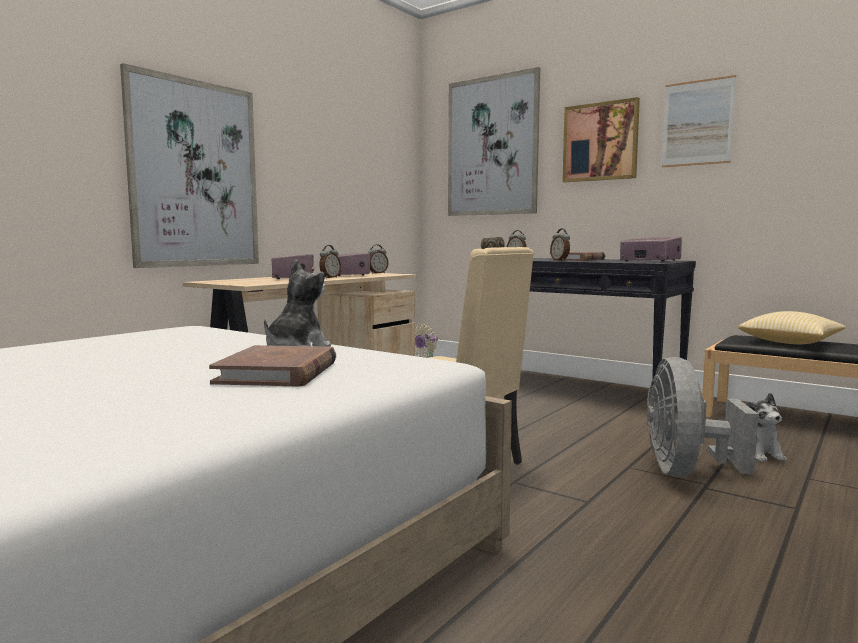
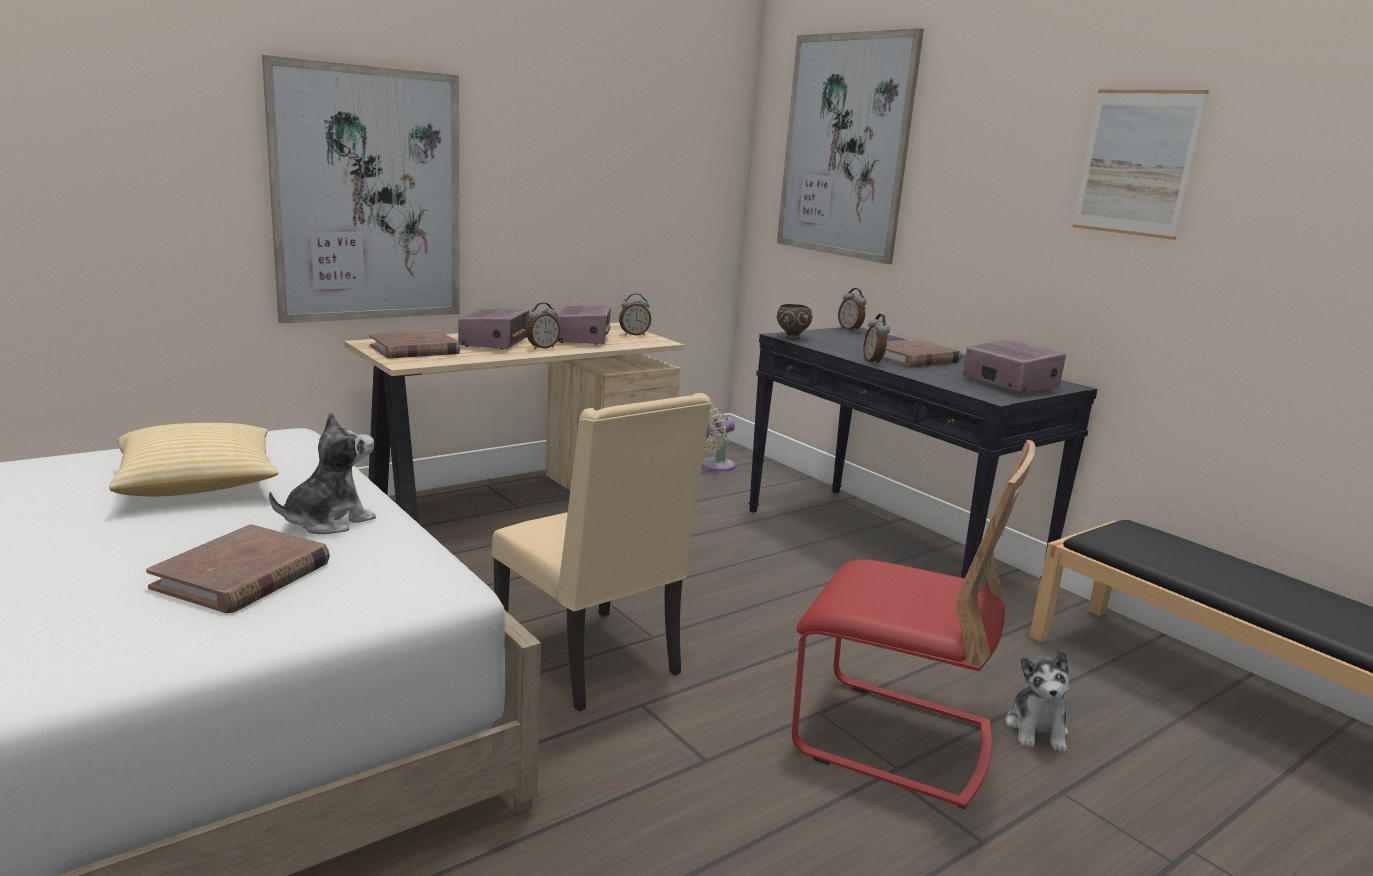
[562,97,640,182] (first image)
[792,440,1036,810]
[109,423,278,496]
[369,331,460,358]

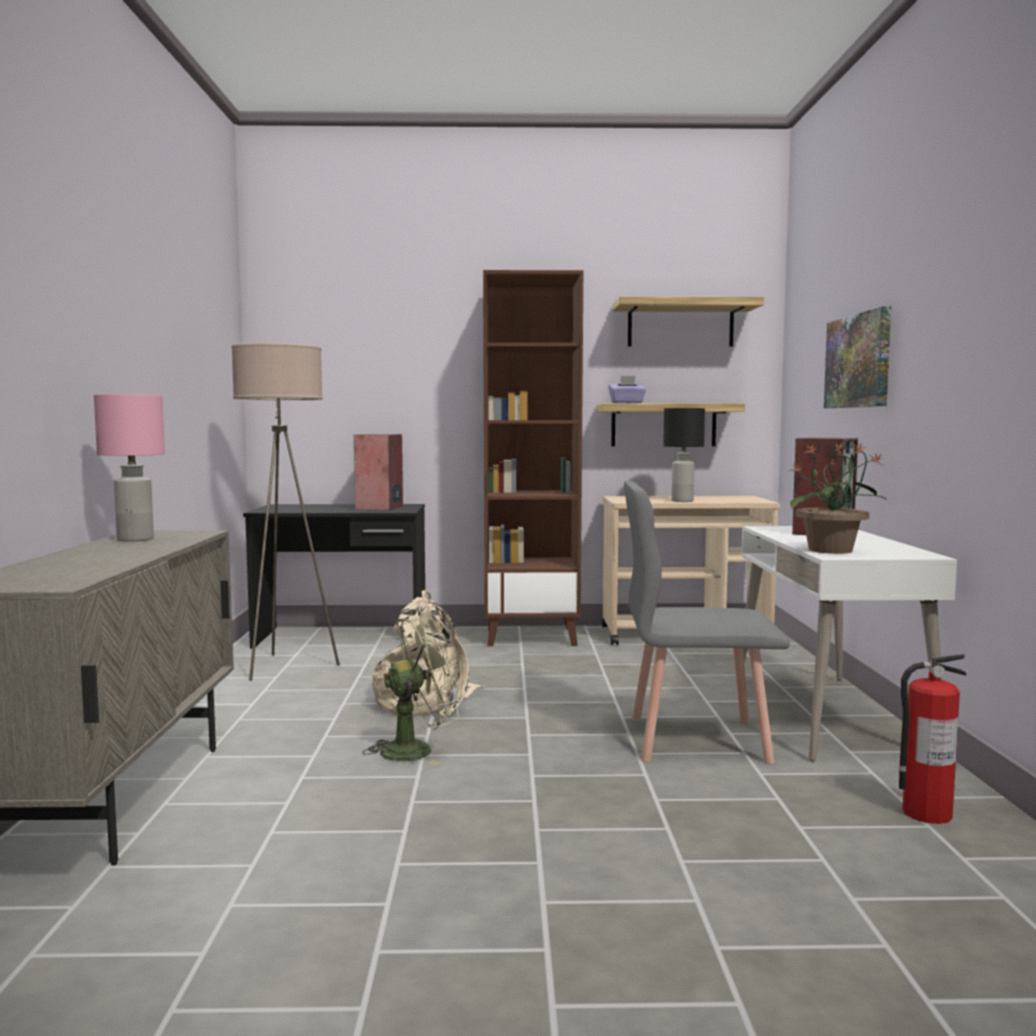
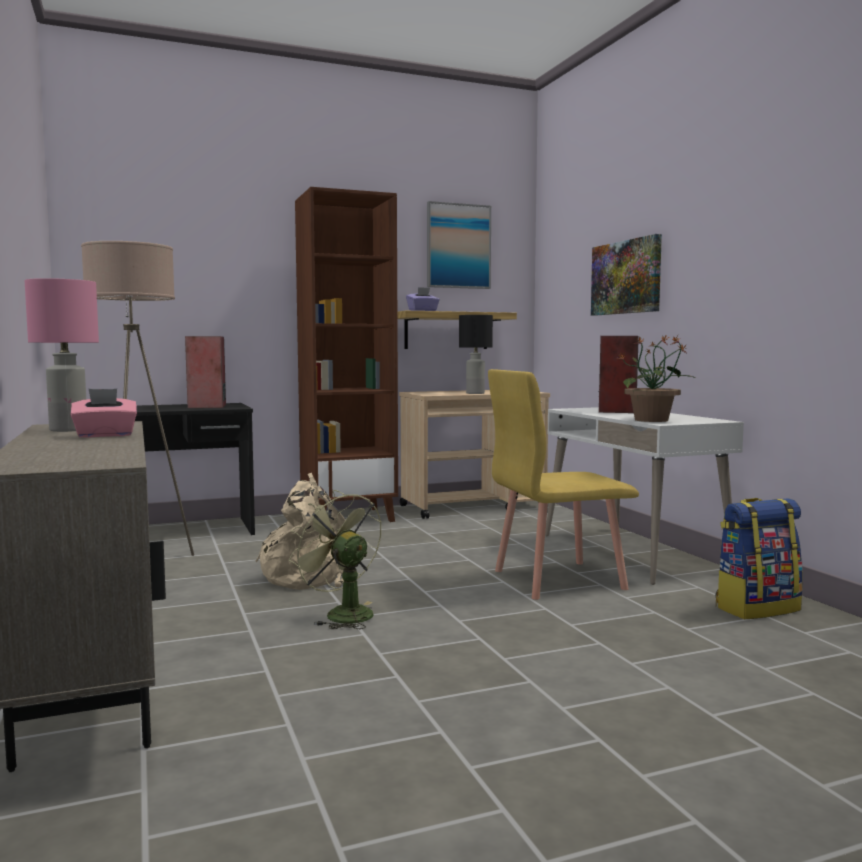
[289,490,382,629]
[427,201,491,289]
[488,369,639,600]
[715,498,803,619]
[70,389,137,438]

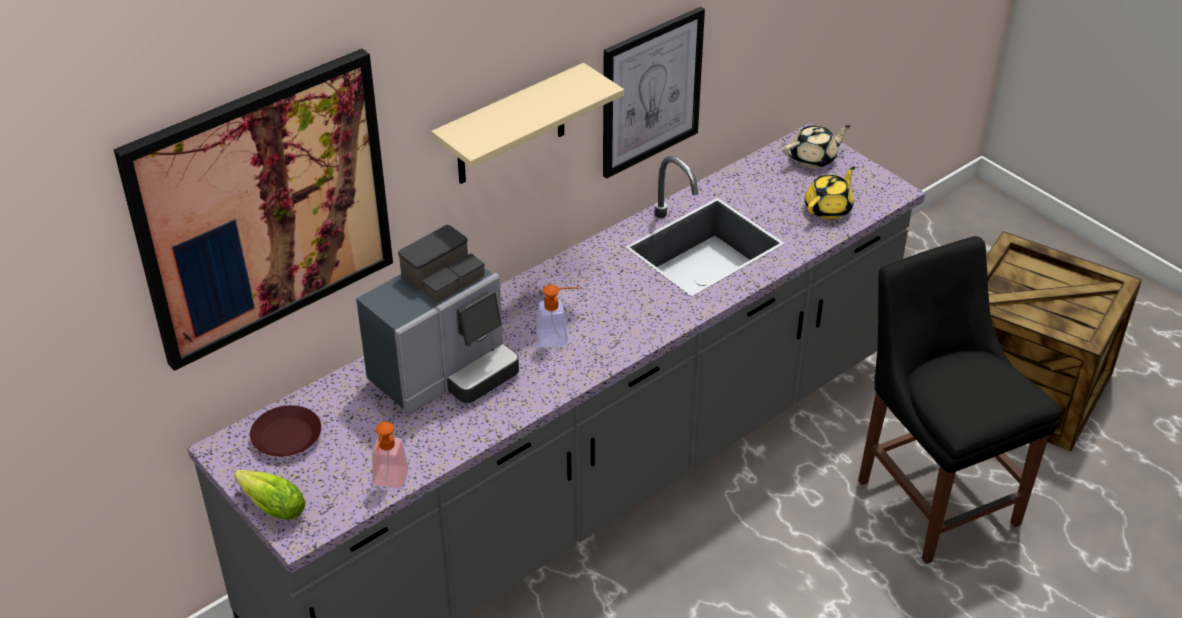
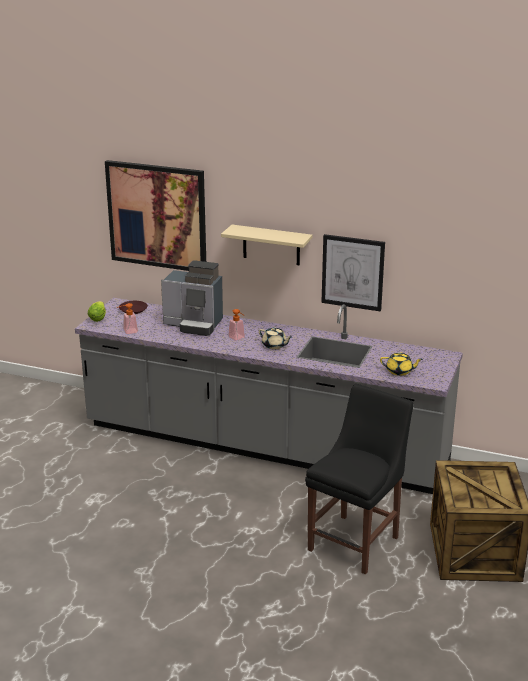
[259,327,292,349]

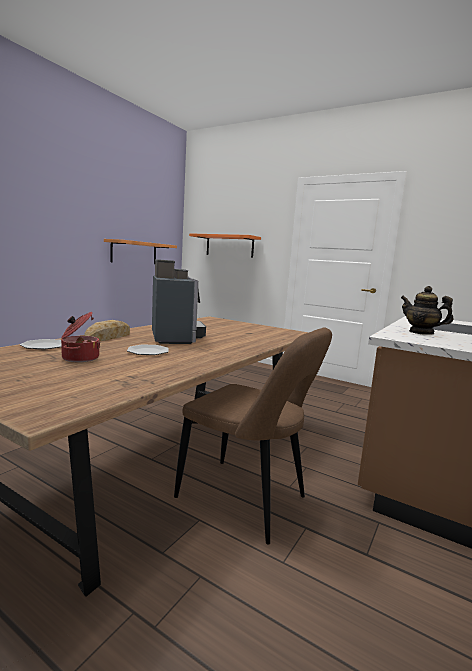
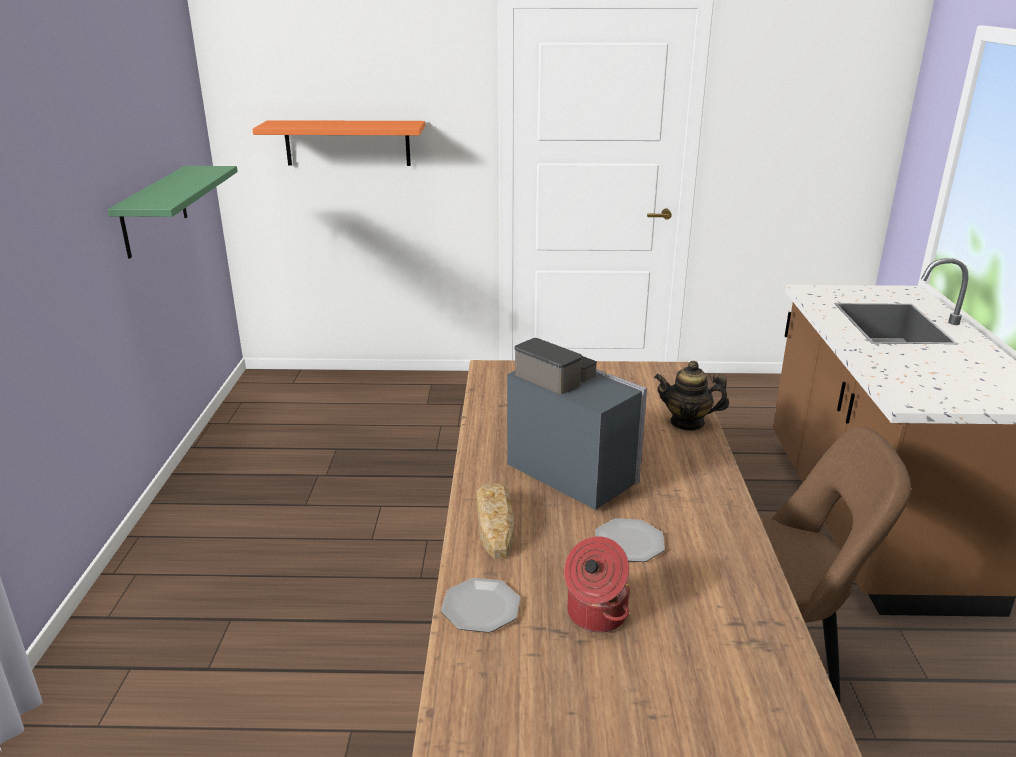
[107,166,238,258]
[654,361,729,431]

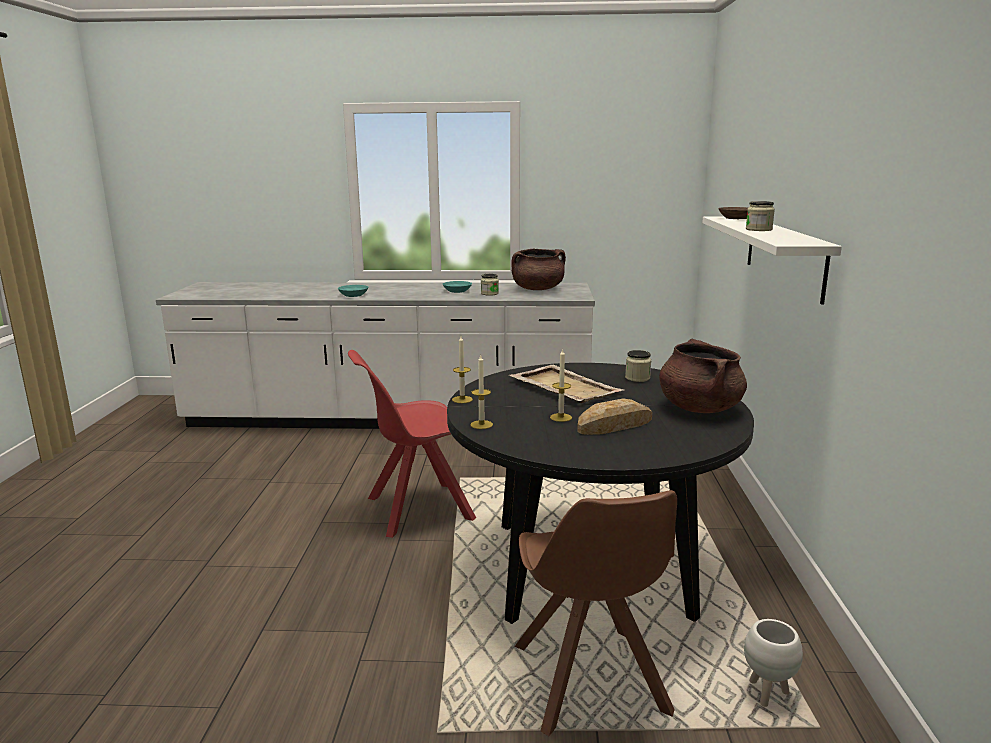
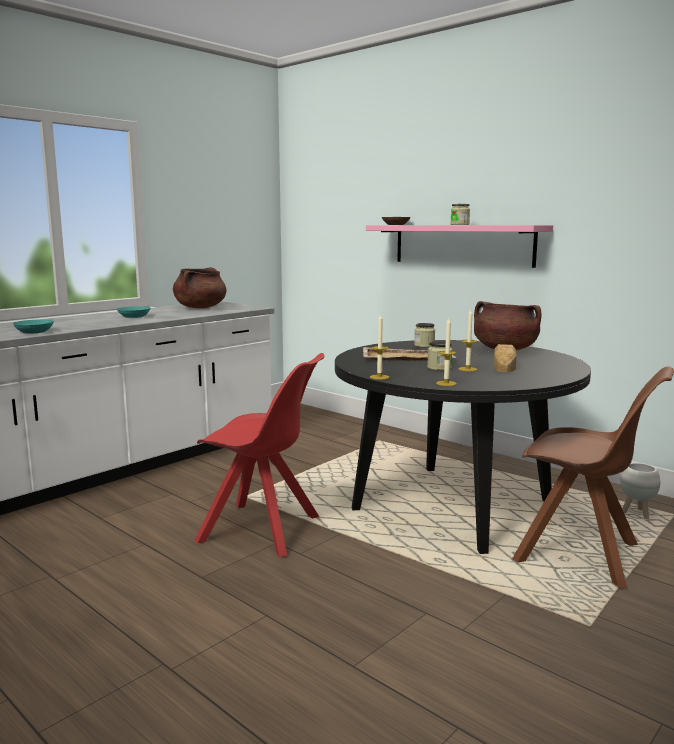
[194,353,324,557]
[427,341,452,371]
[366,225,553,268]

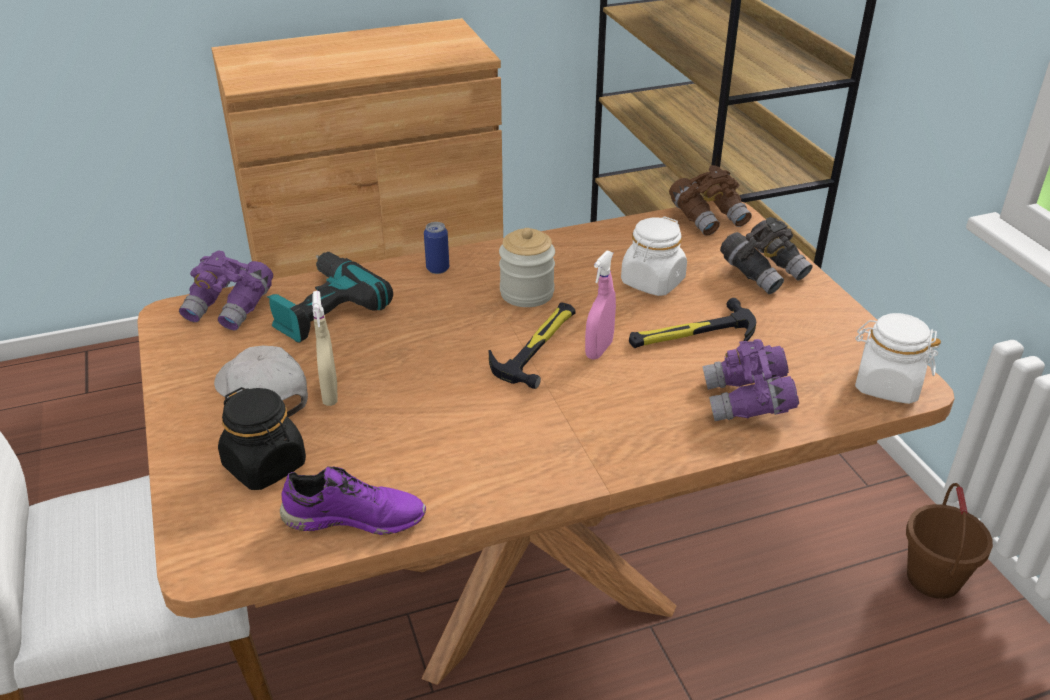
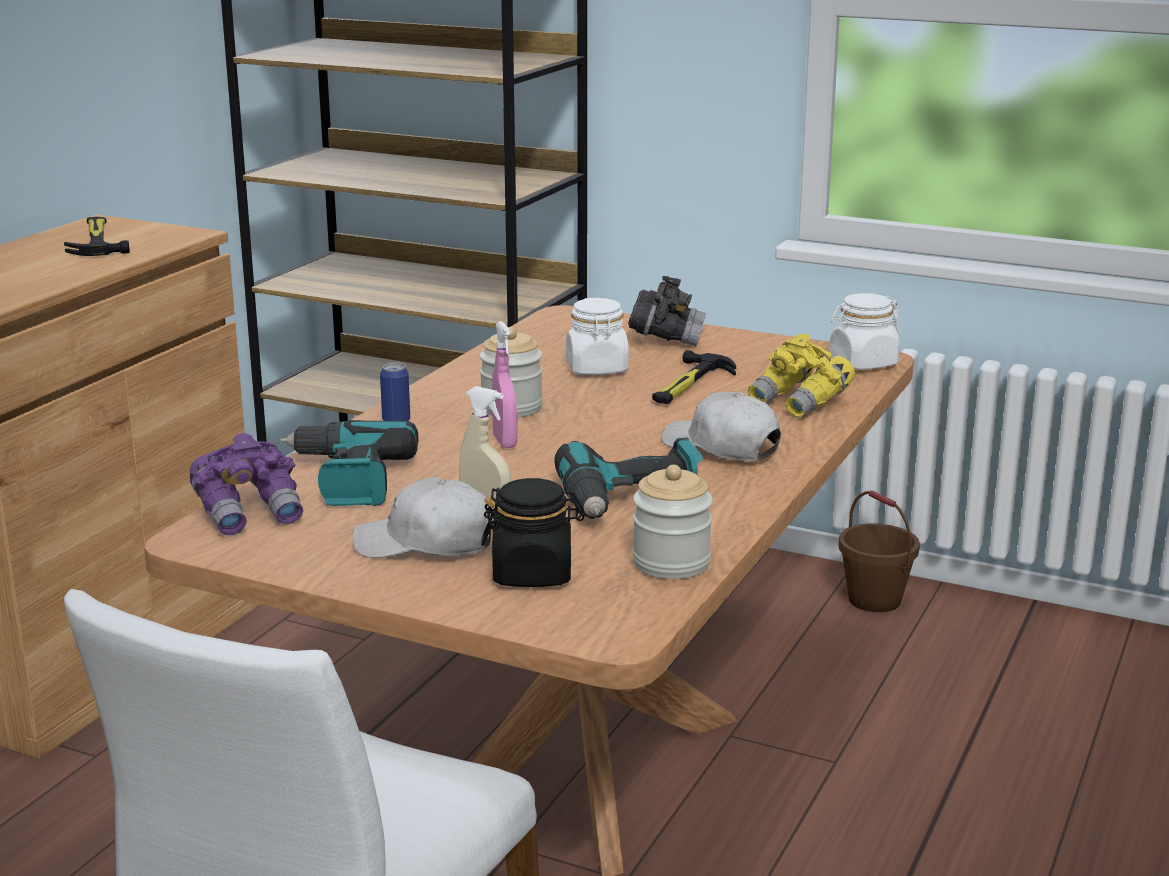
[633,465,713,579]
[64,217,130,256]
[492,321,517,448]
[669,165,752,236] (first image)
[748,333,855,418]
[555,437,703,519]
[661,392,781,462]

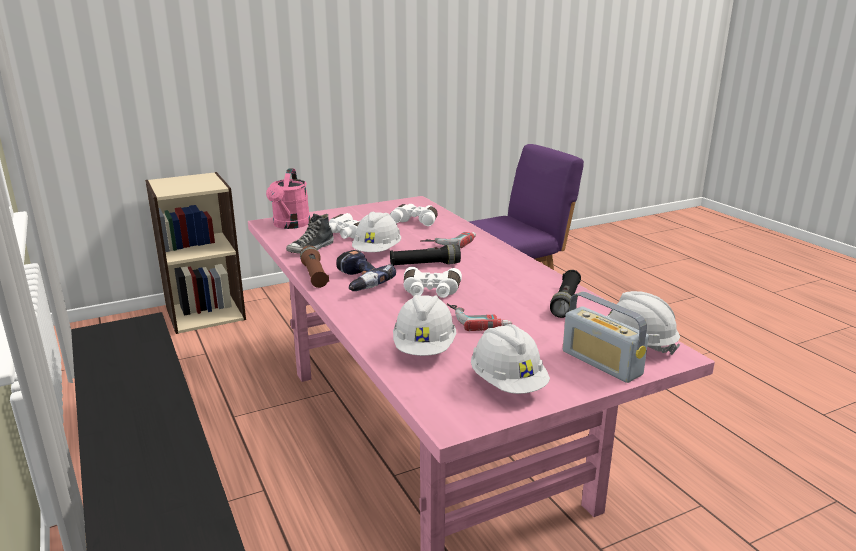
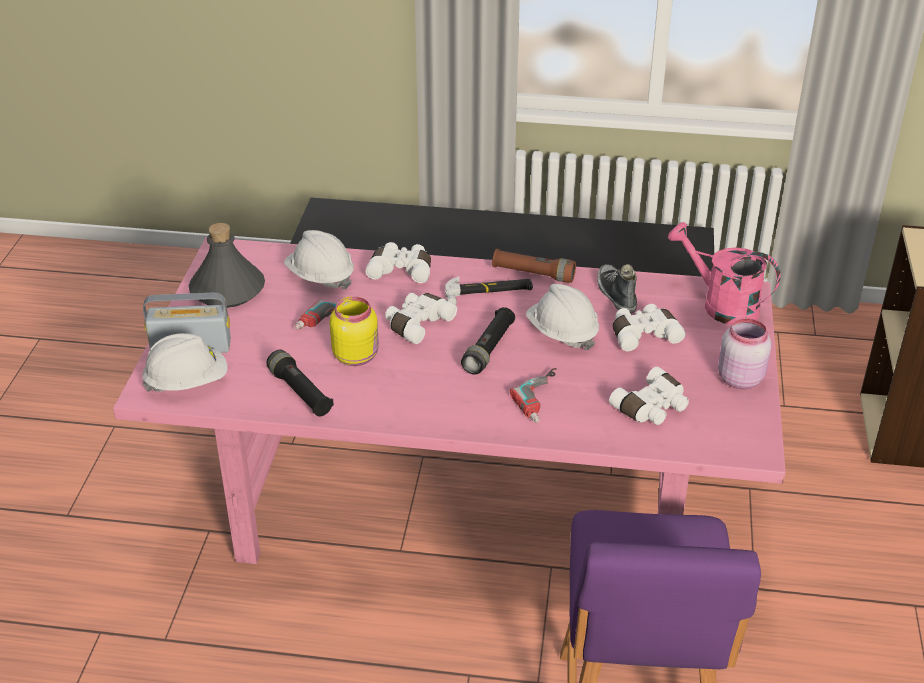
[445,276,533,305]
[189,223,265,308]
[330,296,379,366]
[366,242,431,283]
[718,318,771,389]

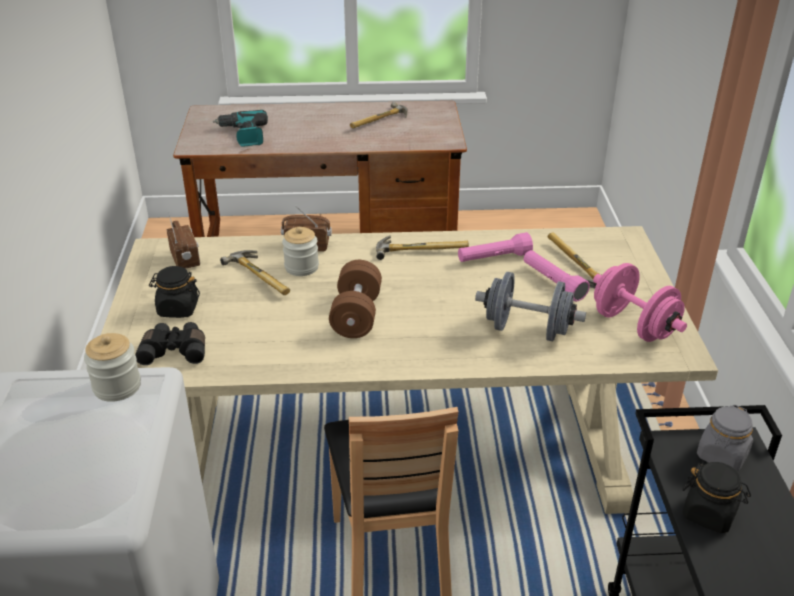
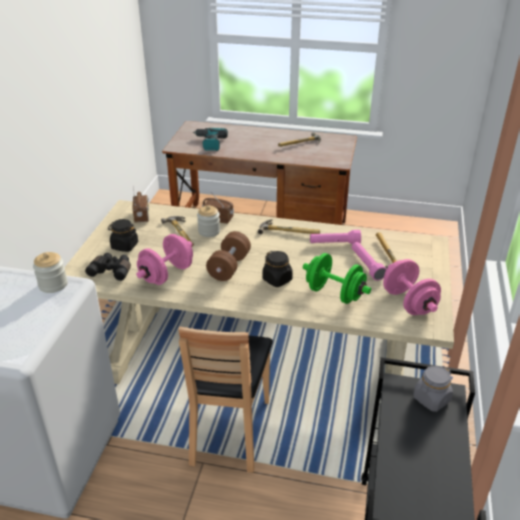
[303,253,371,304]
[262,251,293,287]
[136,234,193,285]

